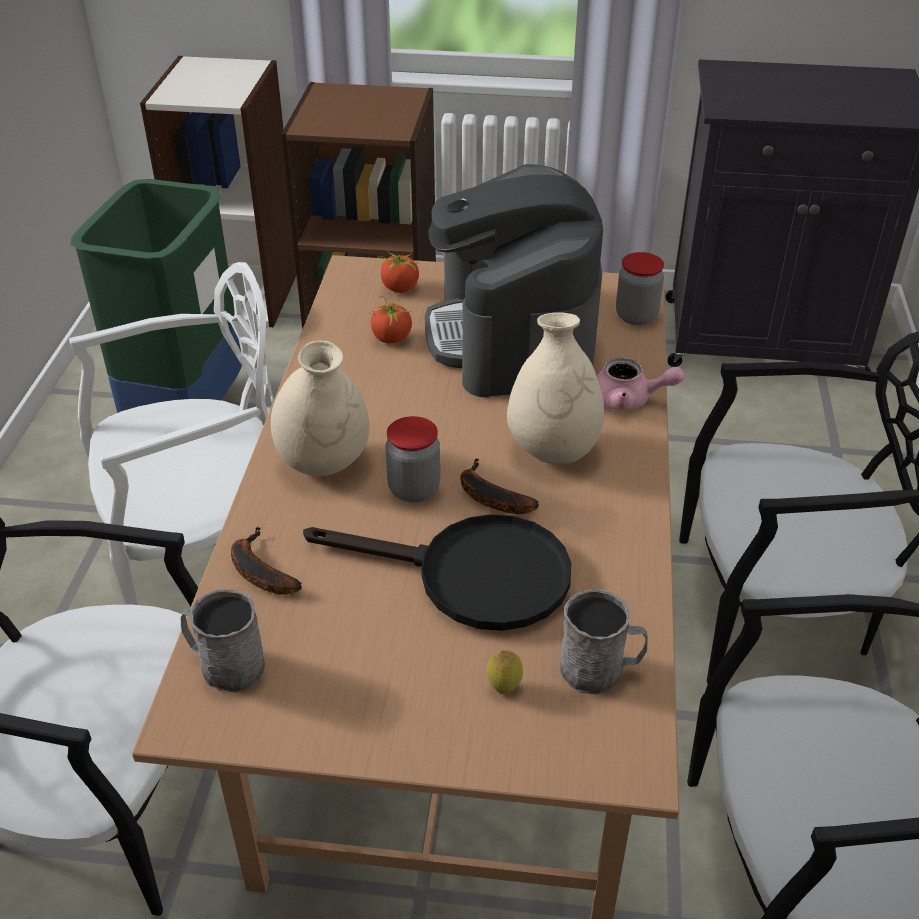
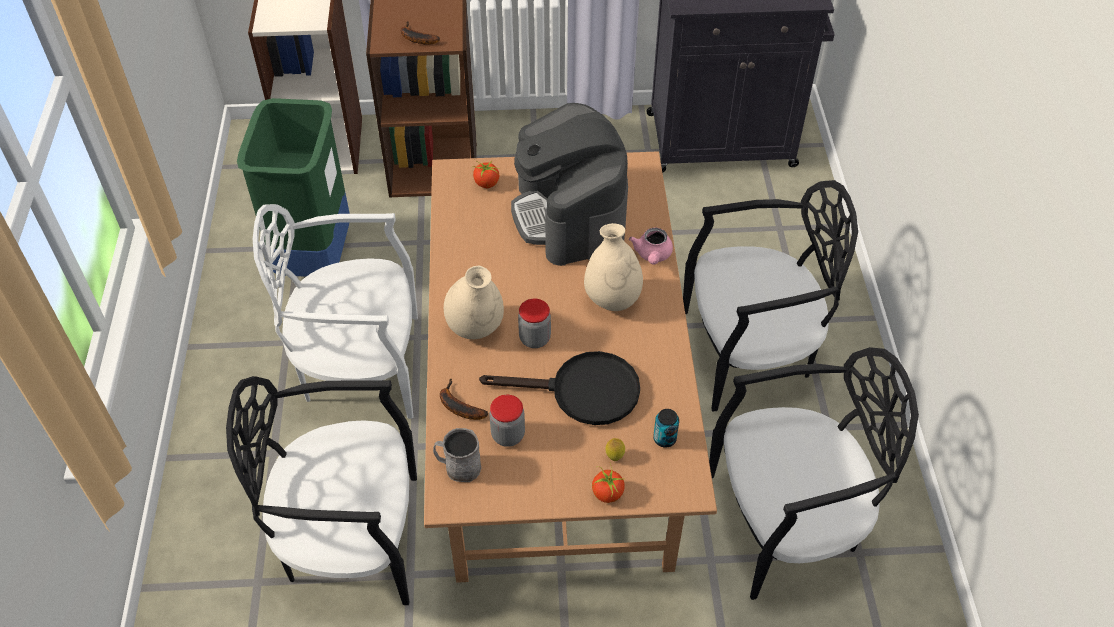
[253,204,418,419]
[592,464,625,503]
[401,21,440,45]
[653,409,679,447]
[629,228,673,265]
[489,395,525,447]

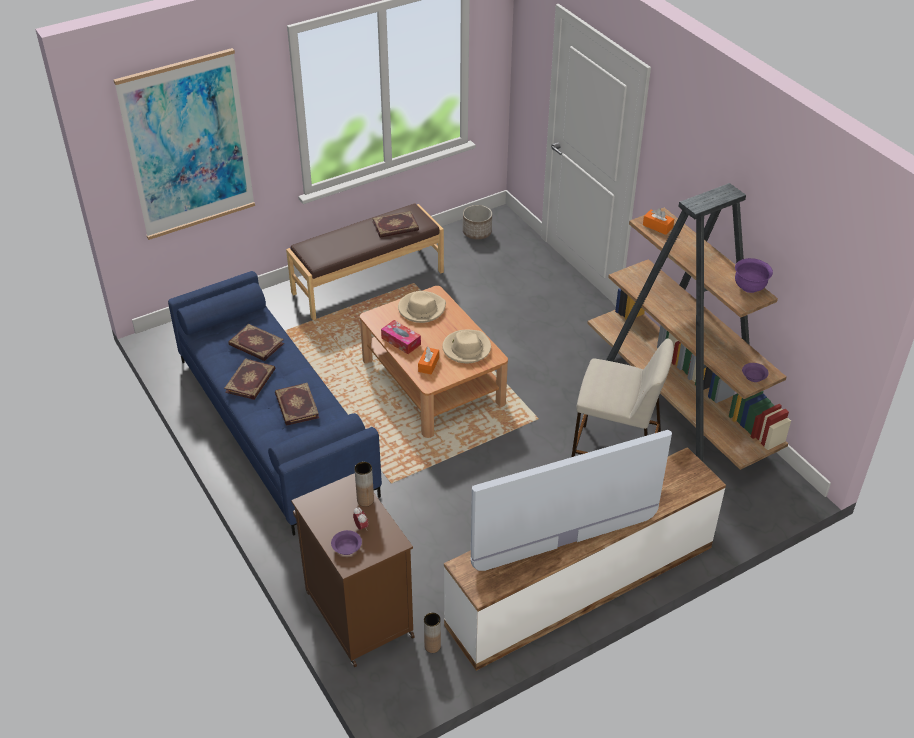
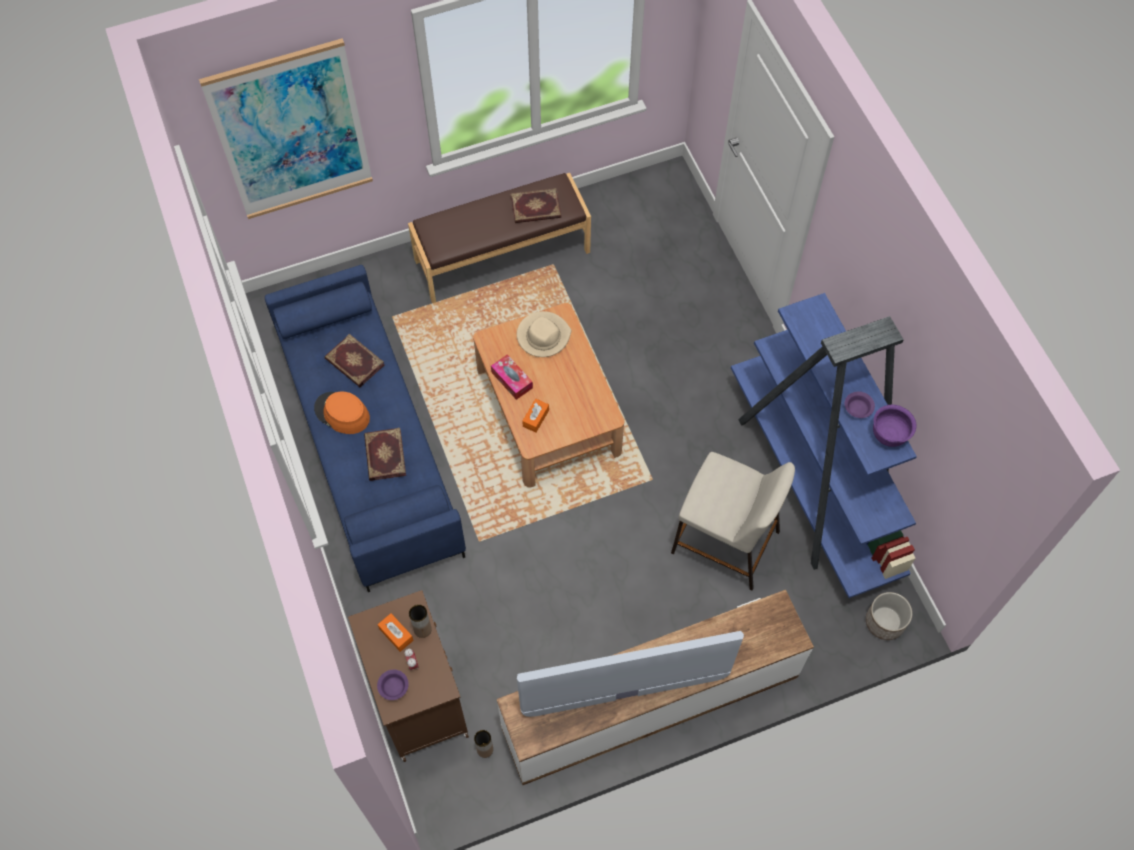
[314,391,370,434]
[442,330,491,363] (first image)
[866,592,912,640]
[731,293,917,598]
[378,613,413,652]
[845,392,875,418]

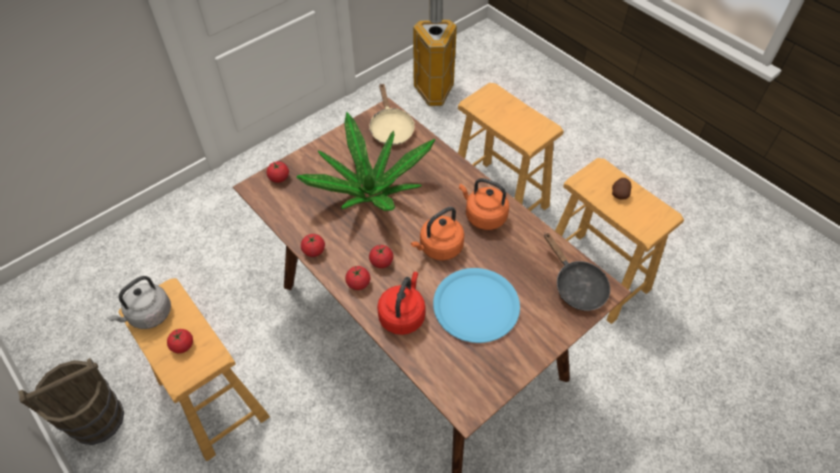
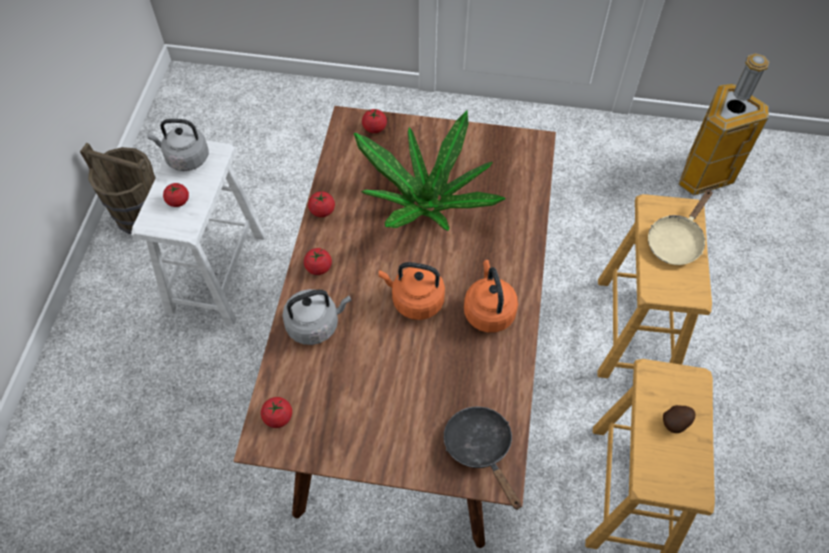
[131,140,266,325]
[648,189,712,265]
[261,397,292,428]
[282,289,351,345]
[433,268,520,343] (first image)
[444,407,521,510]

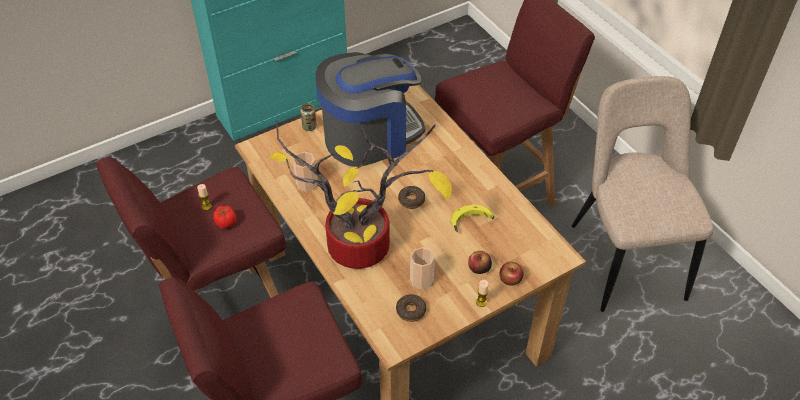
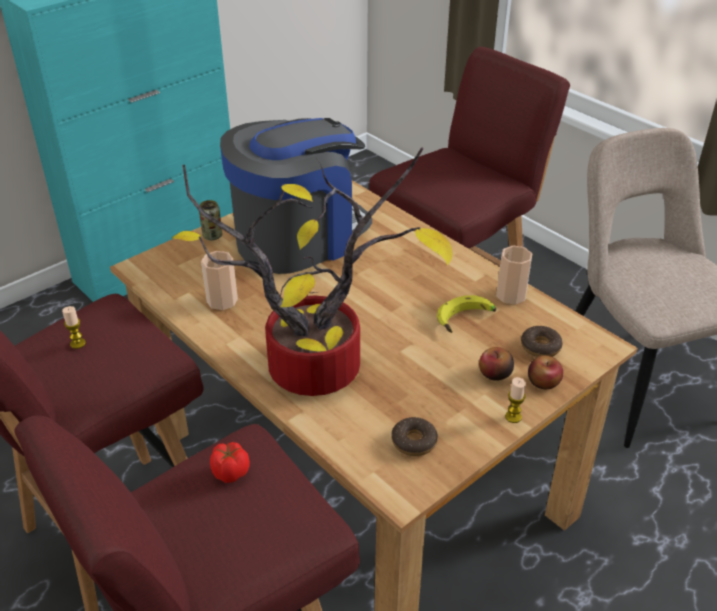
[210,442,250,483]
[521,326,563,357]
[496,245,532,304]

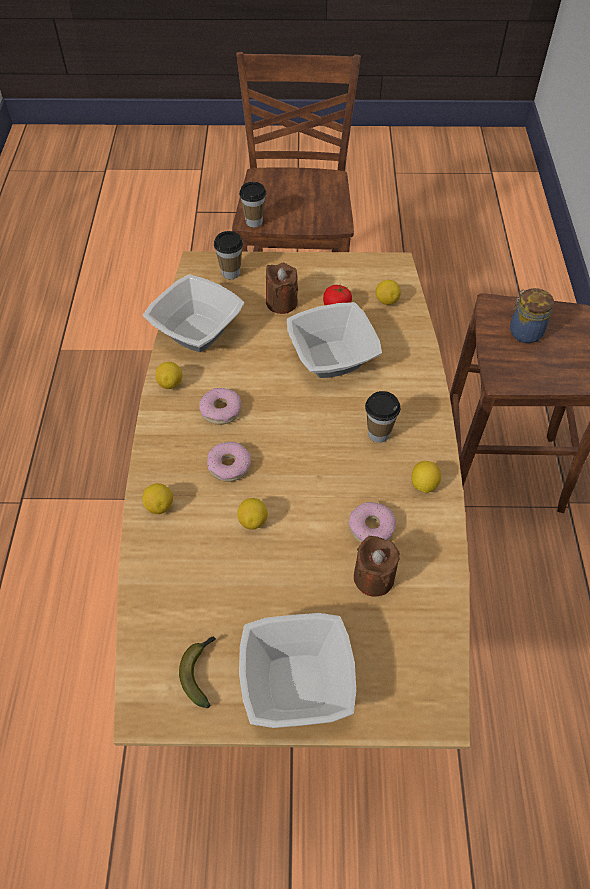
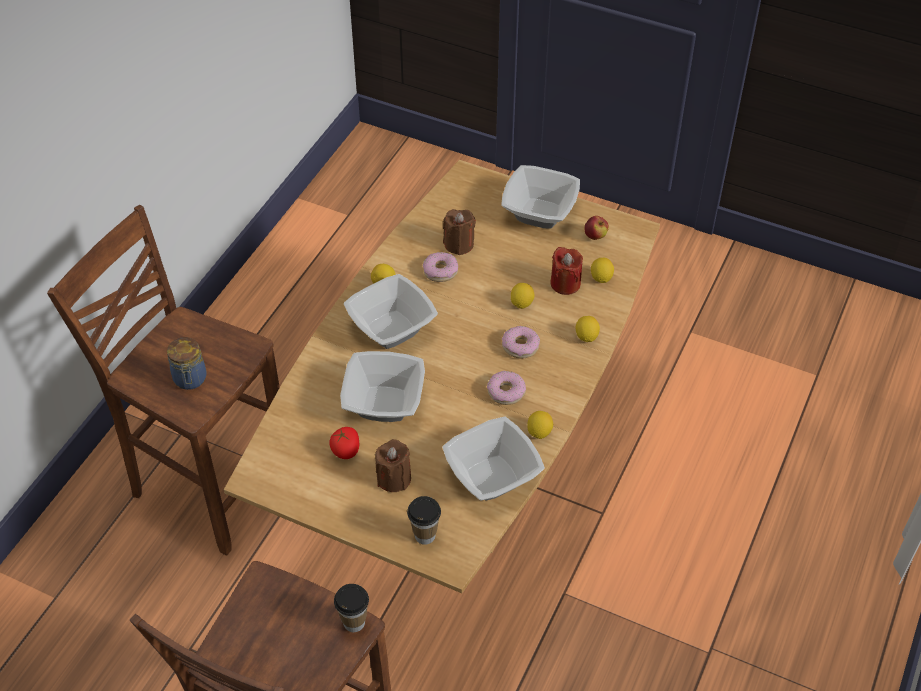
[584,216,609,240]
[344,274,438,349]
[591,258,614,283]
[550,247,583,295]

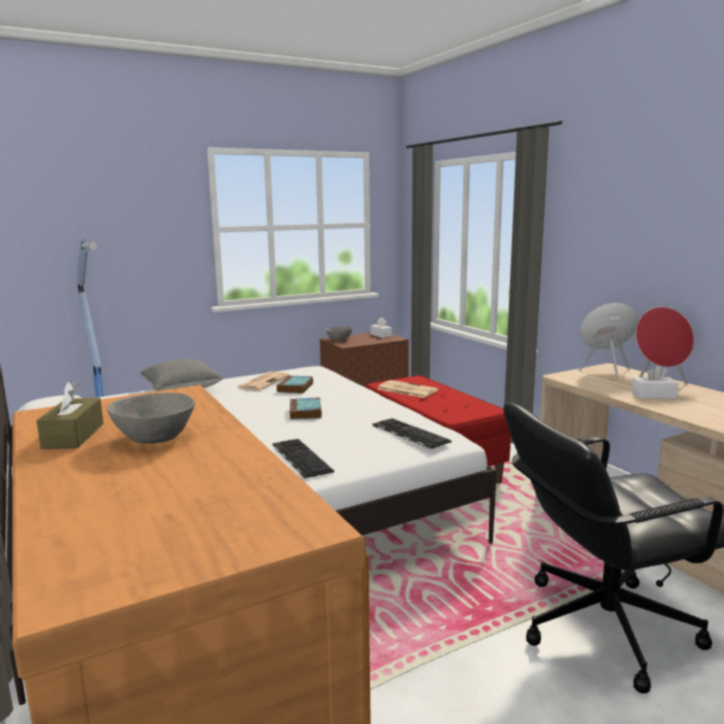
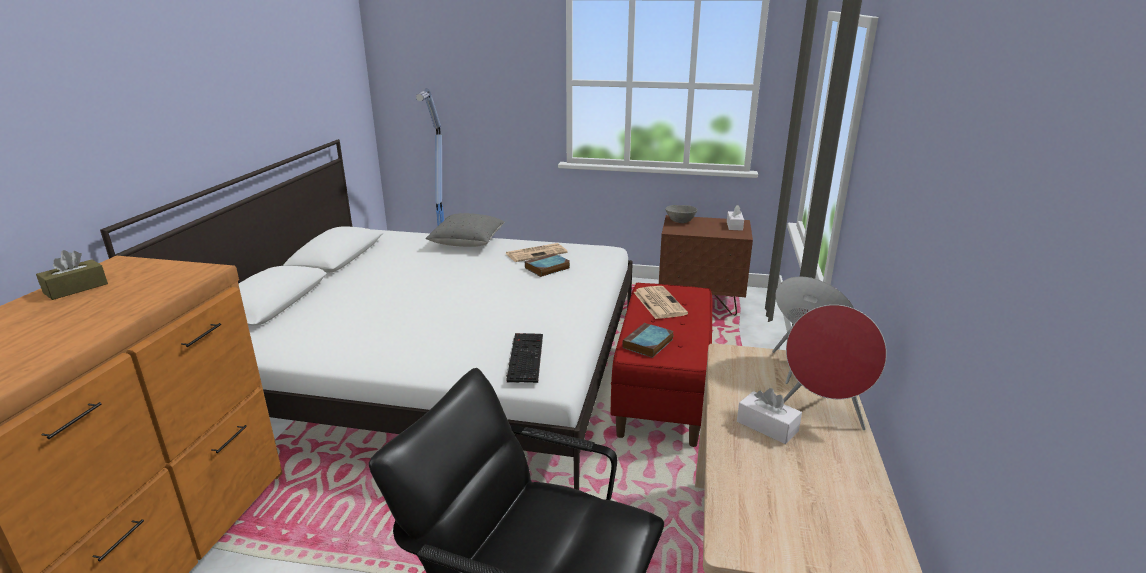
[107,392,195,444] (first image)
[273,439,334,479] (first image)
[623,323,674,358]

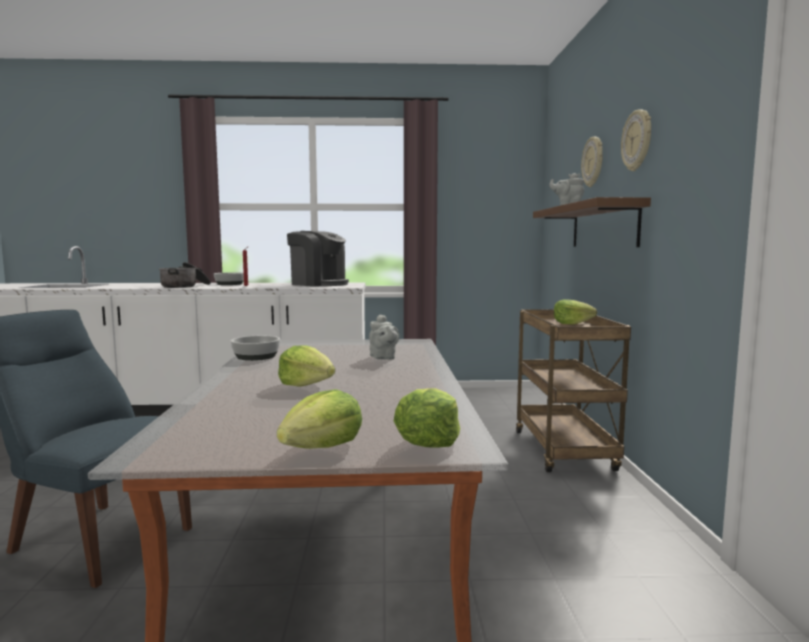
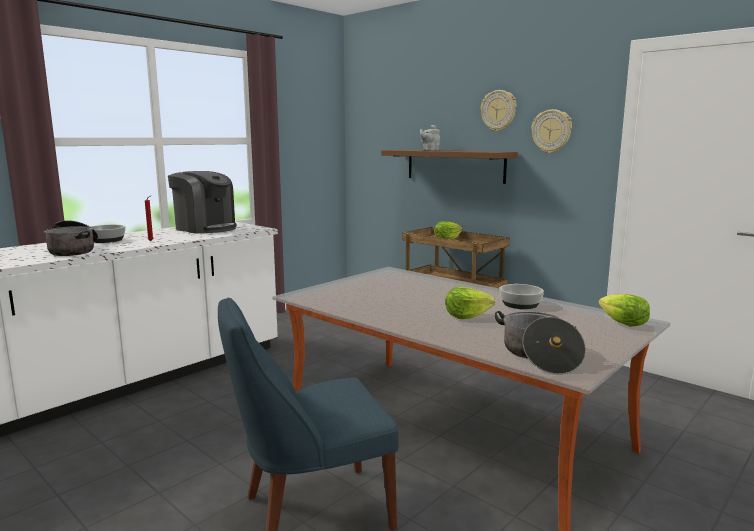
[499,284,544,309]
[277,389,362,449] (first image)
[168,171,237,234]
[369,315,399,360] (first image)
[531,109,572,153]
[495,311,586,374]

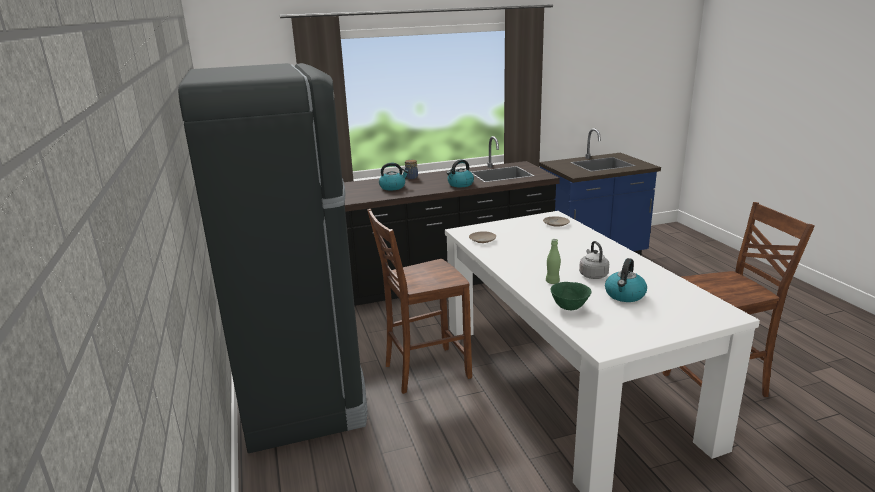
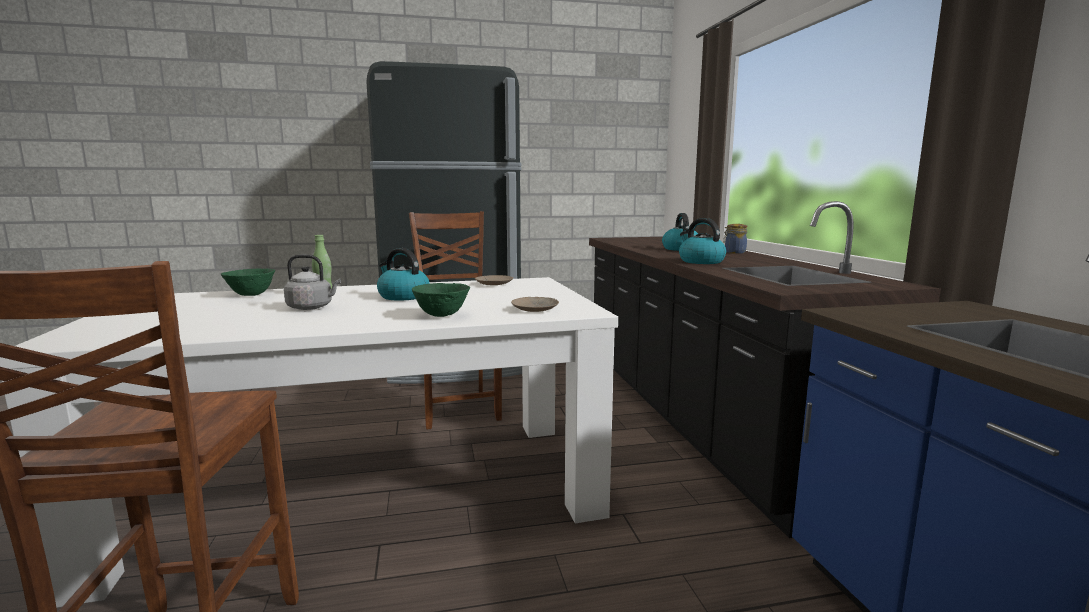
[377,248,430,301]
[412,283,470,317]

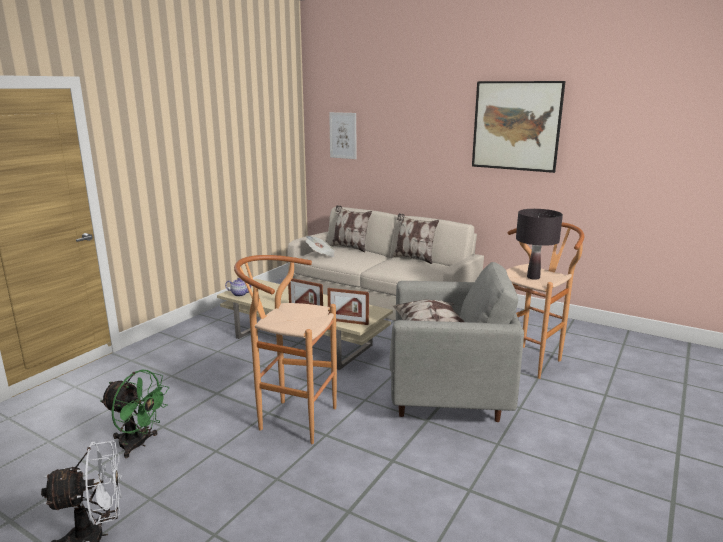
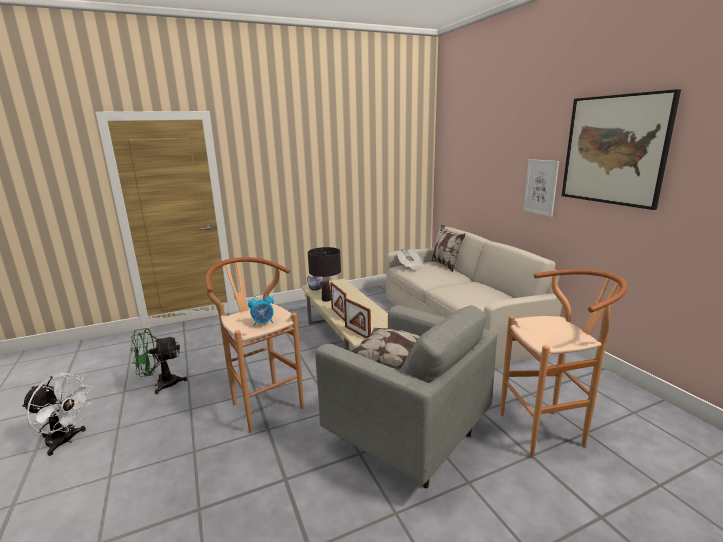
[131,328,188,394]
[523,159,559,217]
[392,213,439,264] (first image)
[308,247,341,302]
[248,294,274,326]

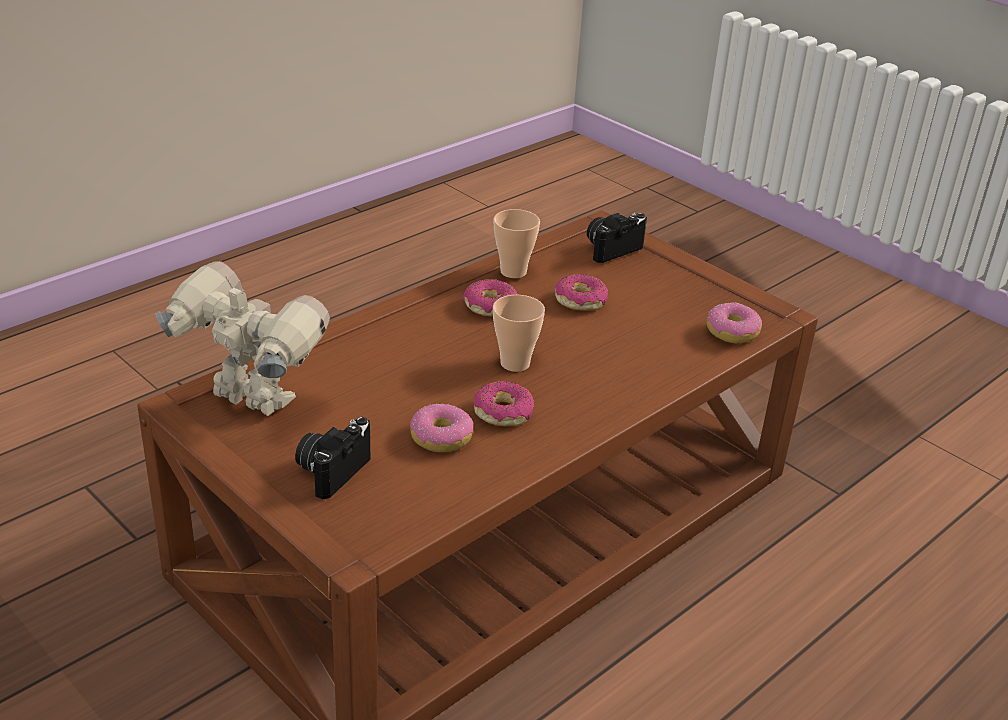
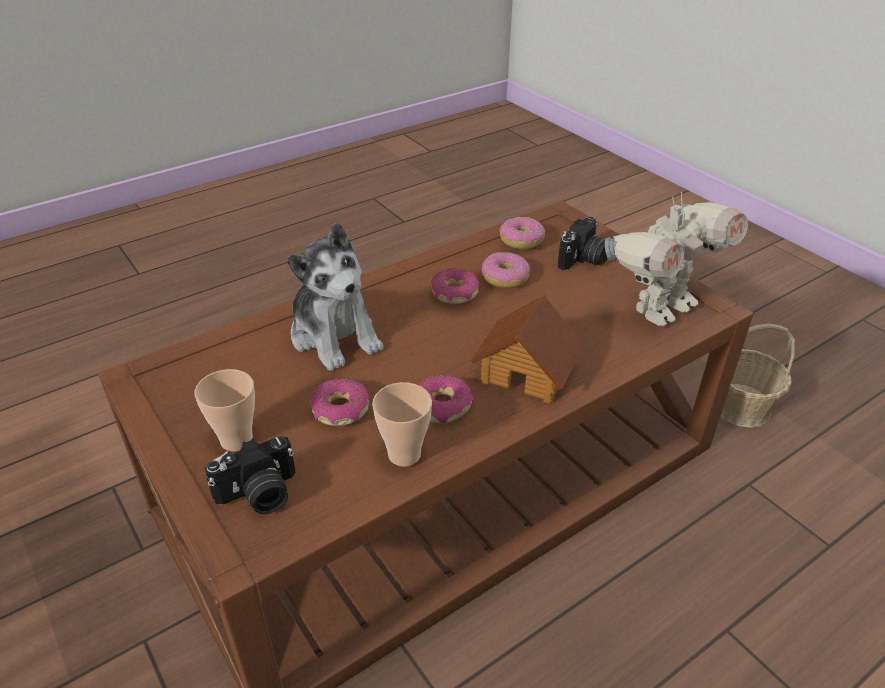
[605,192,748,326]
[194,369,255,451]
[499,217,545,249]
[287,222,384,371]
[471,295,584,404]
[720,324,795,428]

